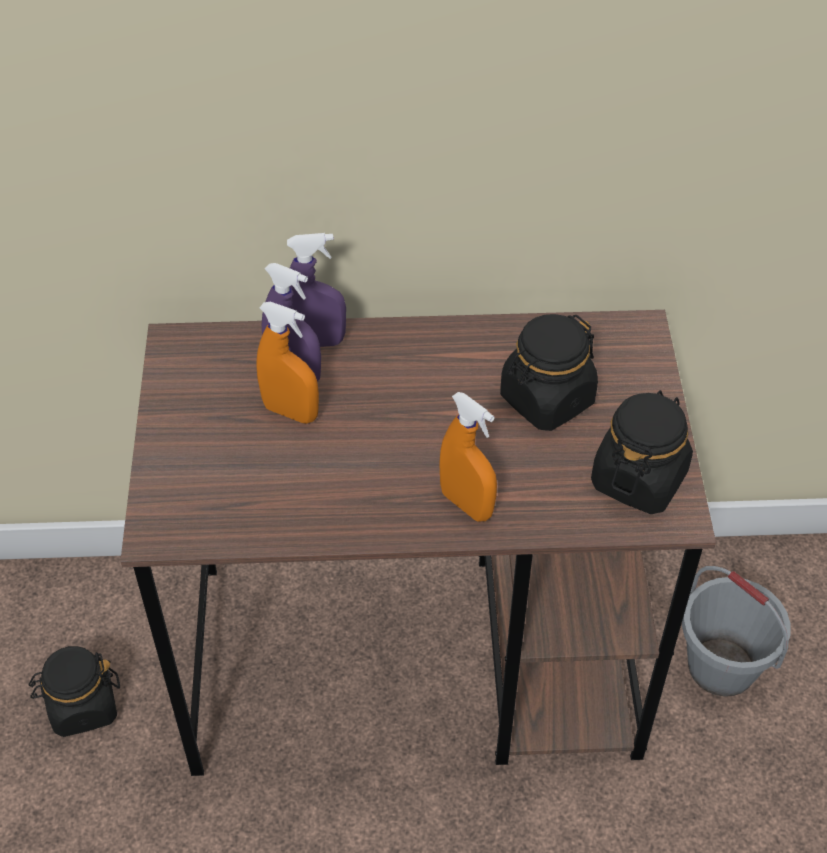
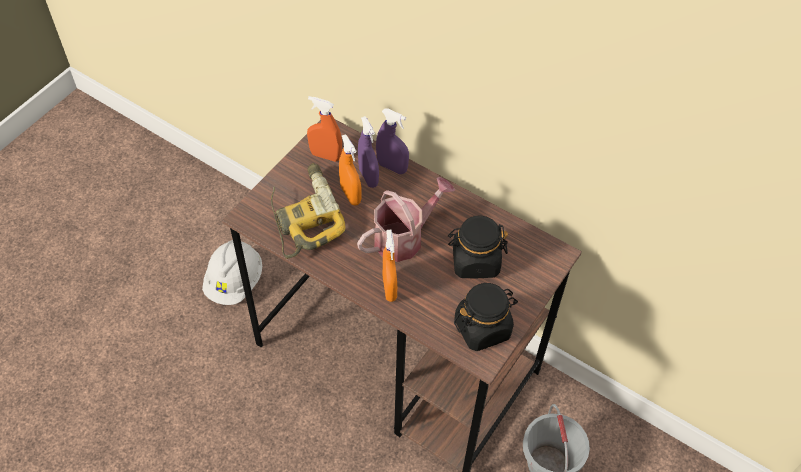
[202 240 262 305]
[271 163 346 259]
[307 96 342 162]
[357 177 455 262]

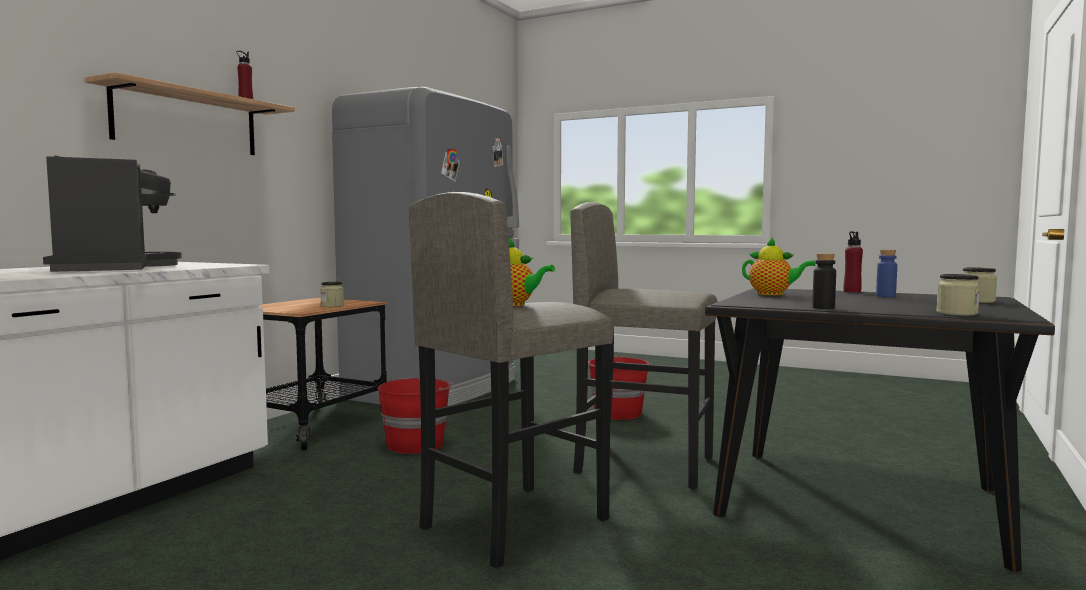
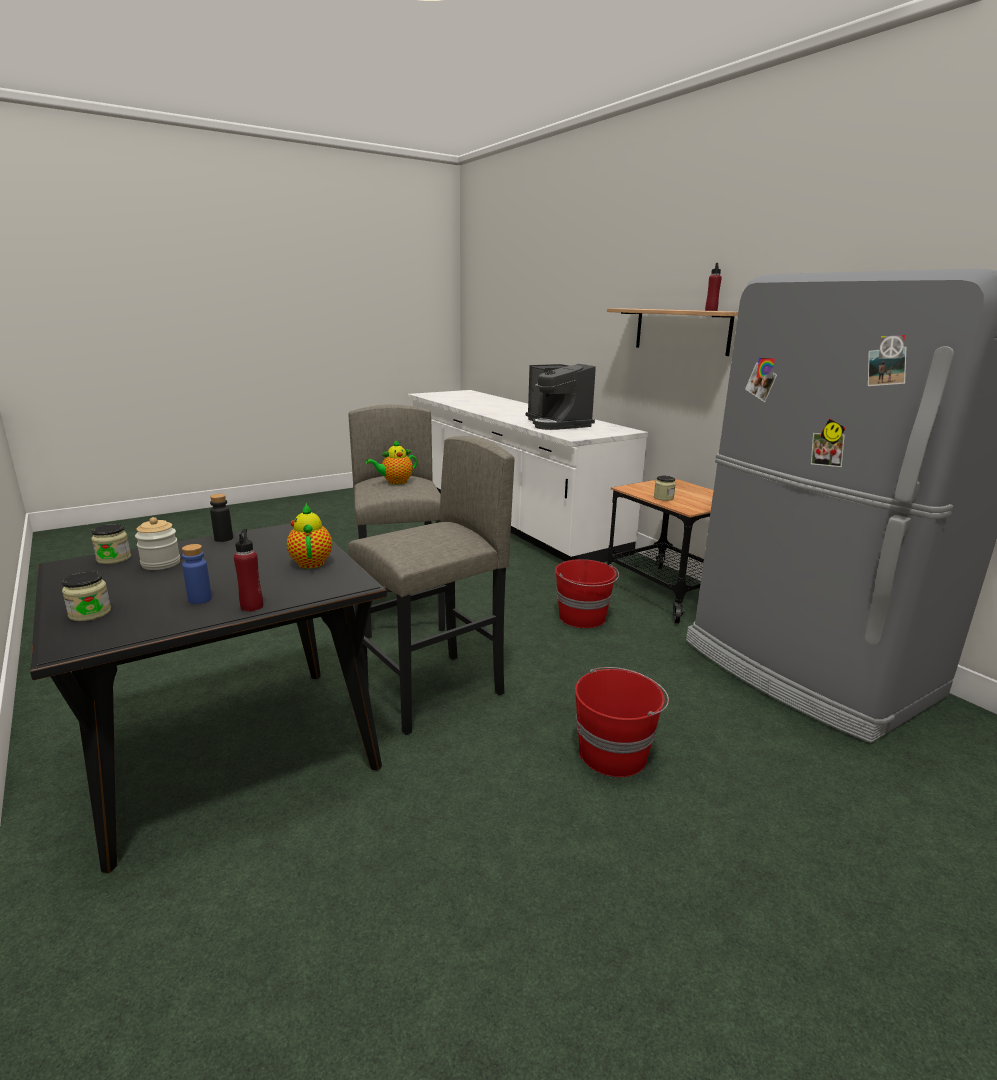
[135 517 180 570]
[287 503 332 569]
[526 364 596 430]

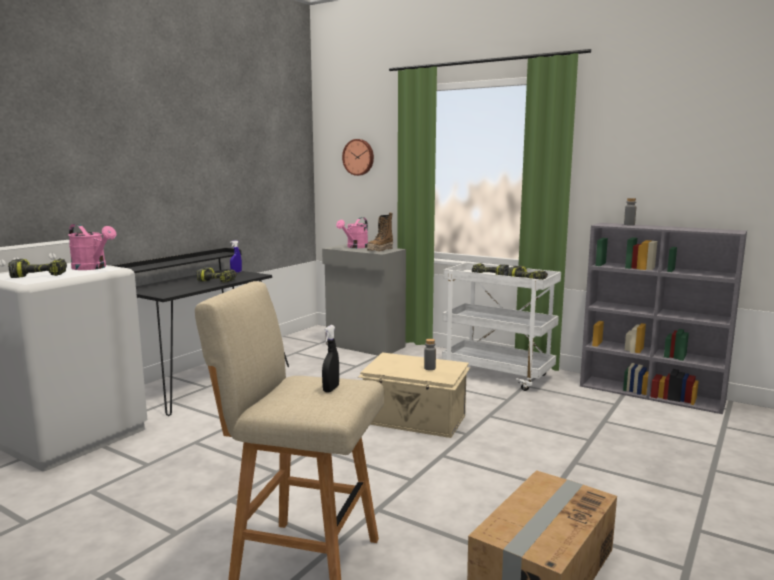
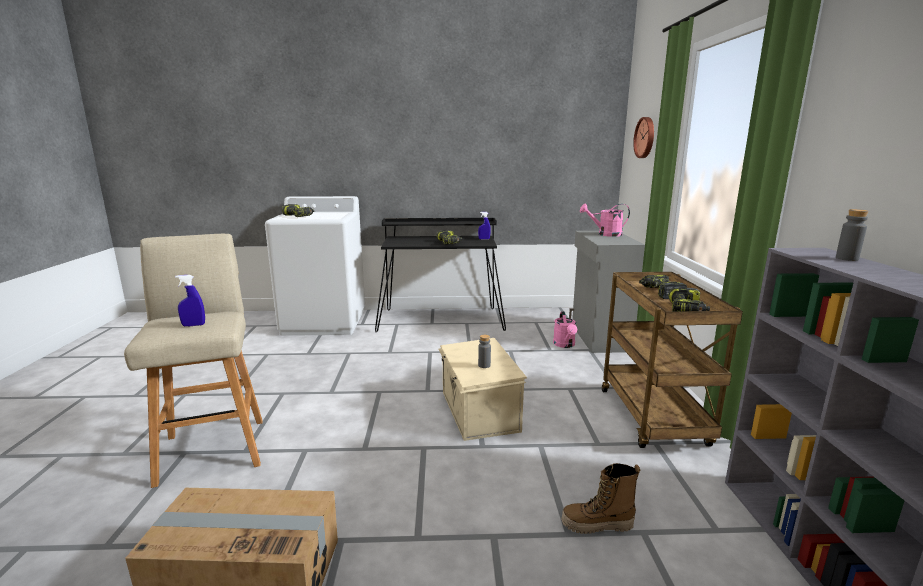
[175 275 205 326]
[553 311 577 348]
[561 463 640 534]
[602 272 743 448]

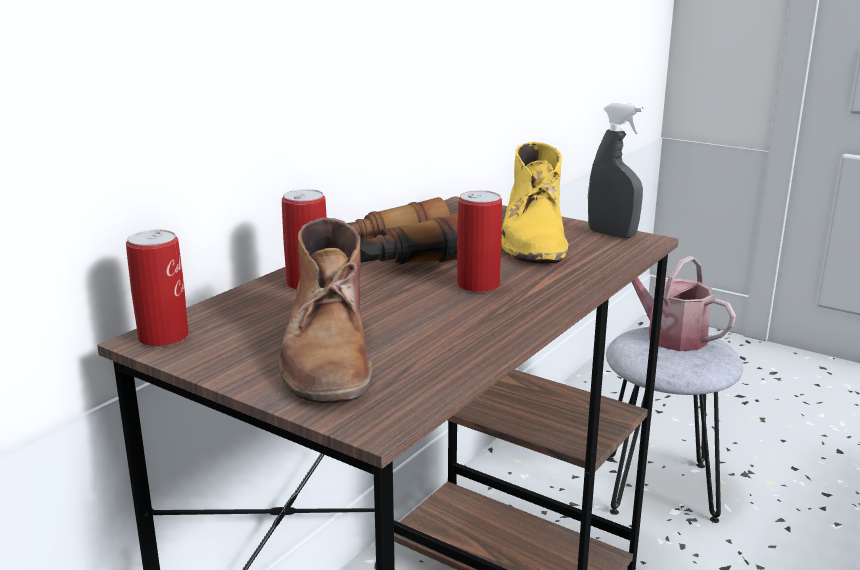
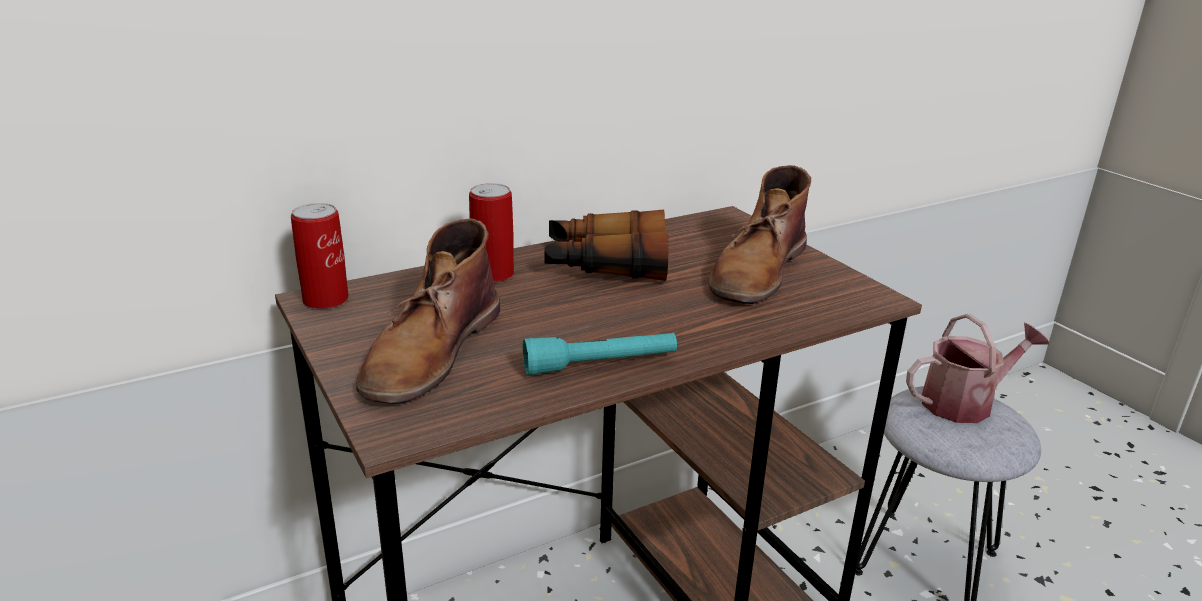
[523 333 677 375]
[709 165 811 304]
[906 313 1049 423]
[457 190 502 293] (first image)
[588 102 644 238] (first image)

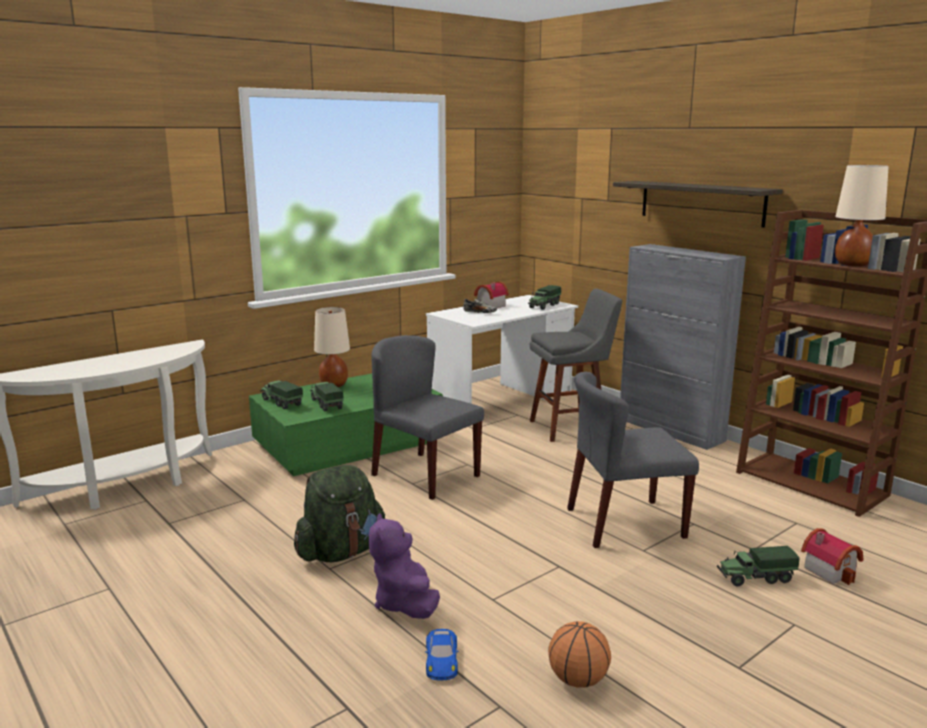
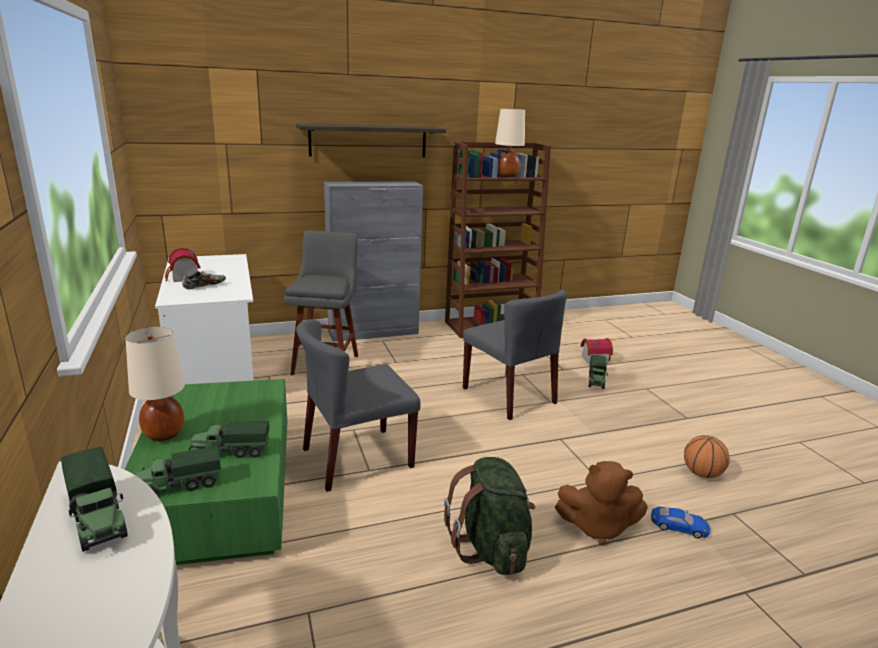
[61 447 128 552]
[463 290 567 420]
[555 461 648 545]

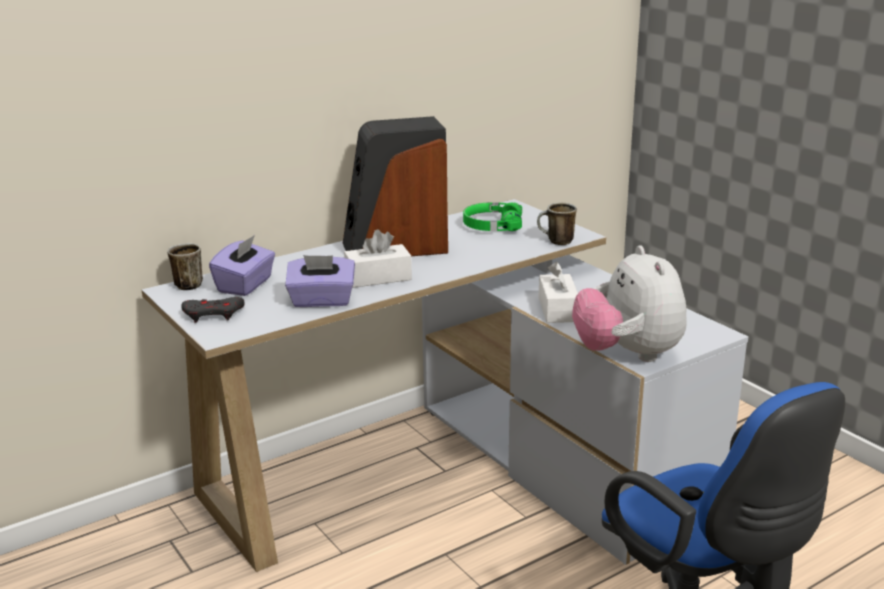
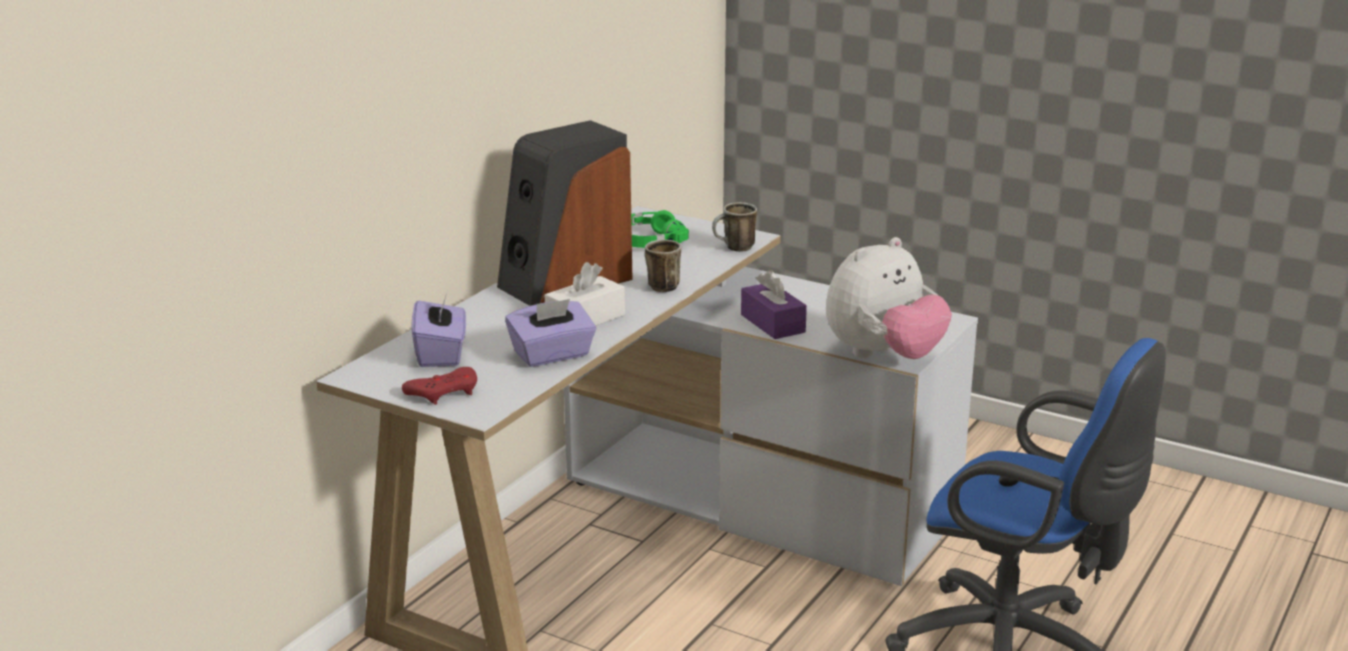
[402 367 477 405]
[645 239 681 292]
[741 270 807 339]
[826 237 952 359]

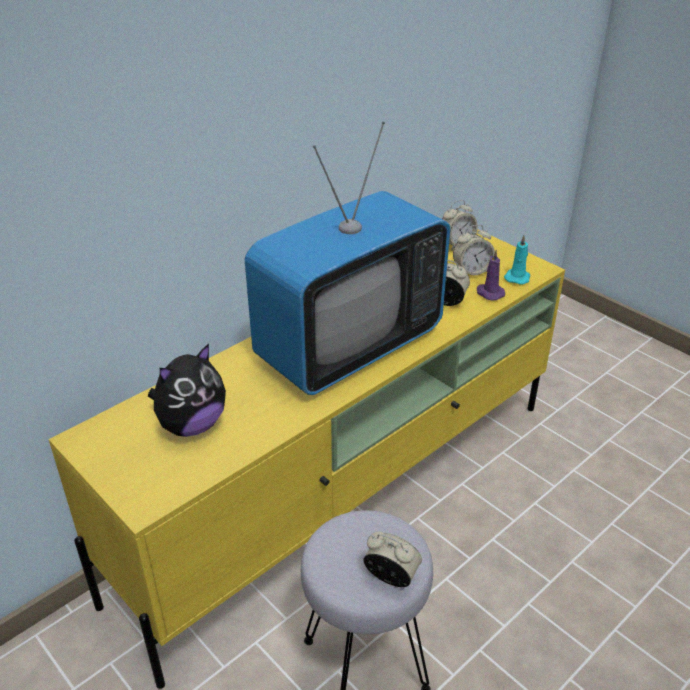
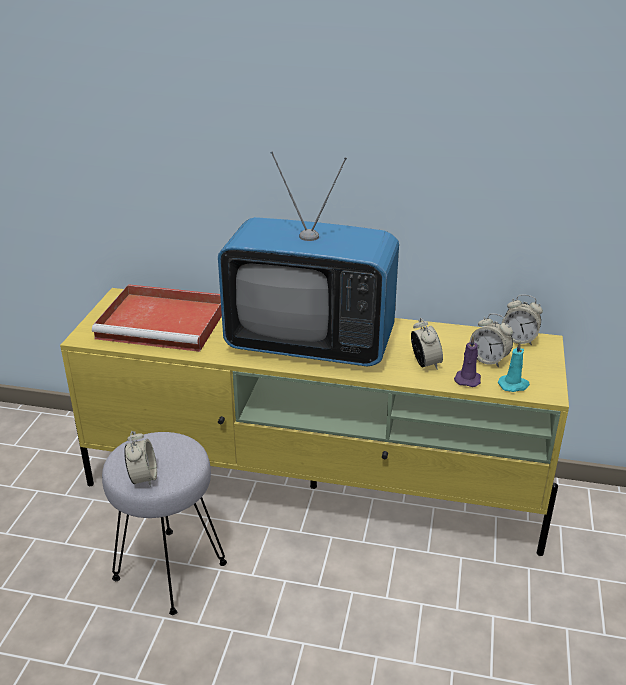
[92 284 222 352]

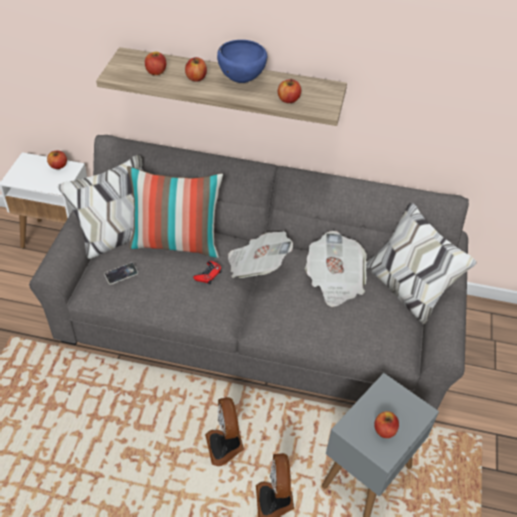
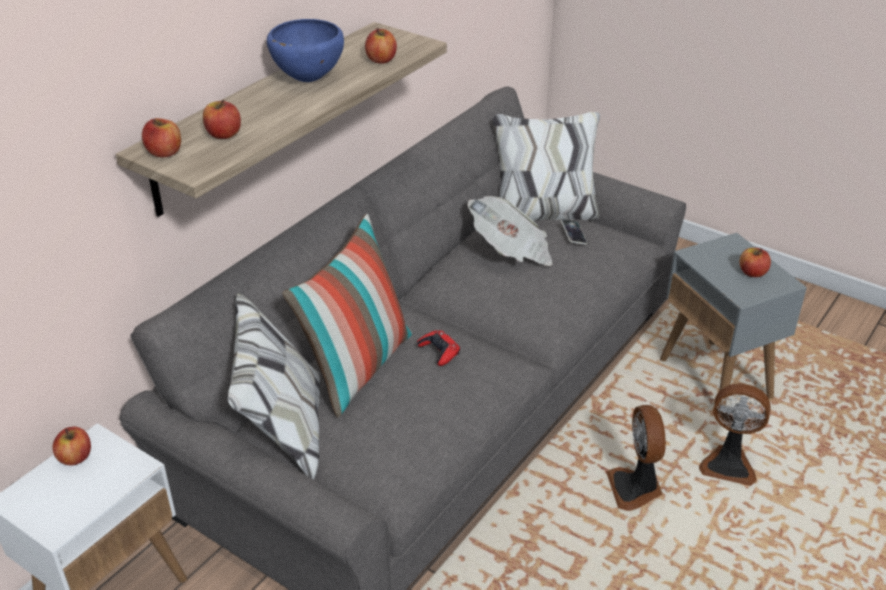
[142 118 181 157]
[561 219 587 245]
[606 405 666 511]
[228 231 293 278] (first image)

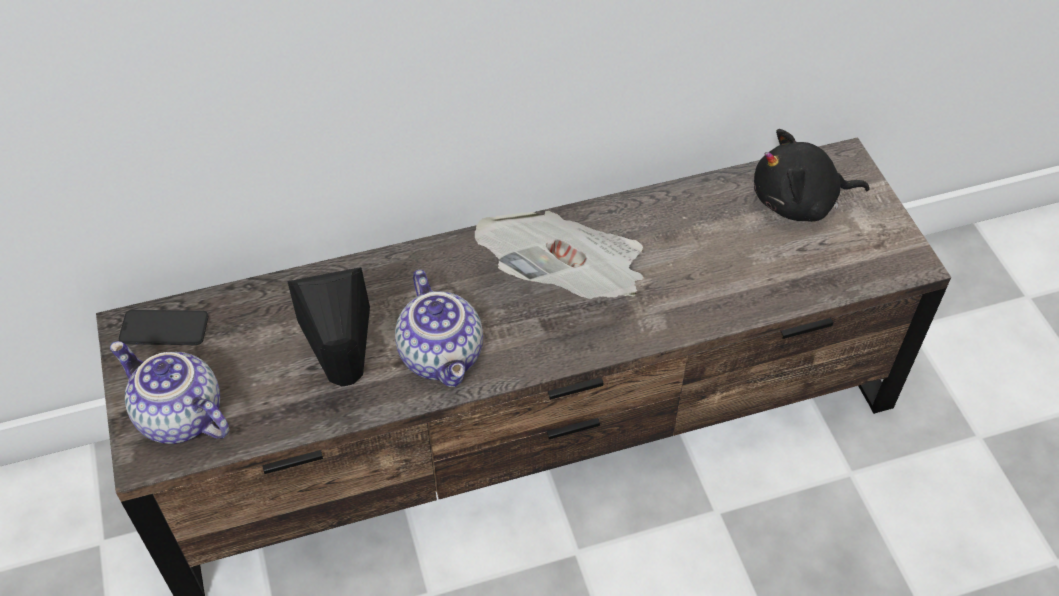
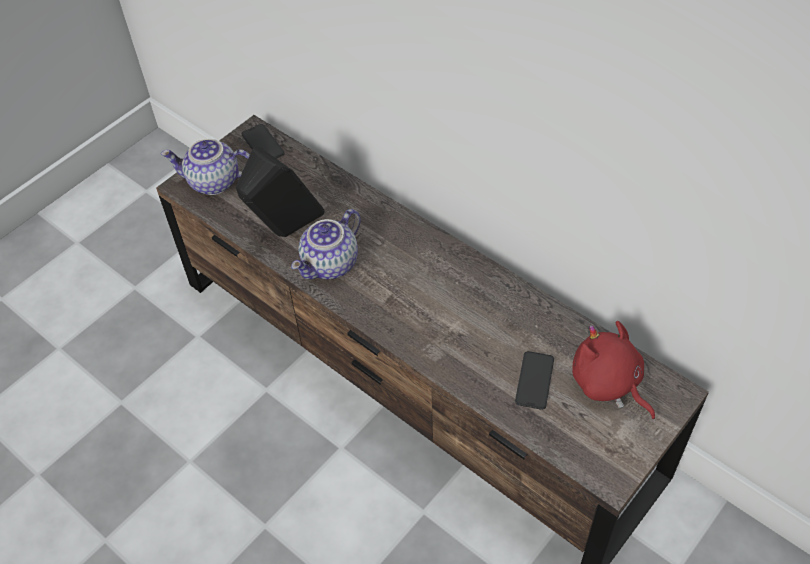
[161 139 250 195]
[515 351 554 410]
[572 321 655 419]
[475 211 644 299] (first image)

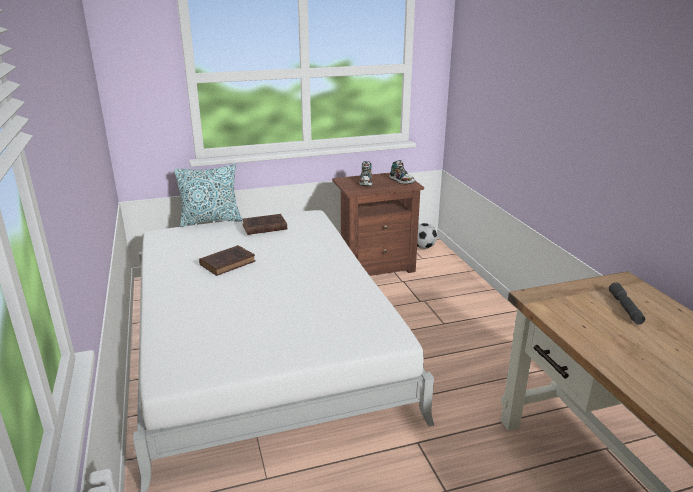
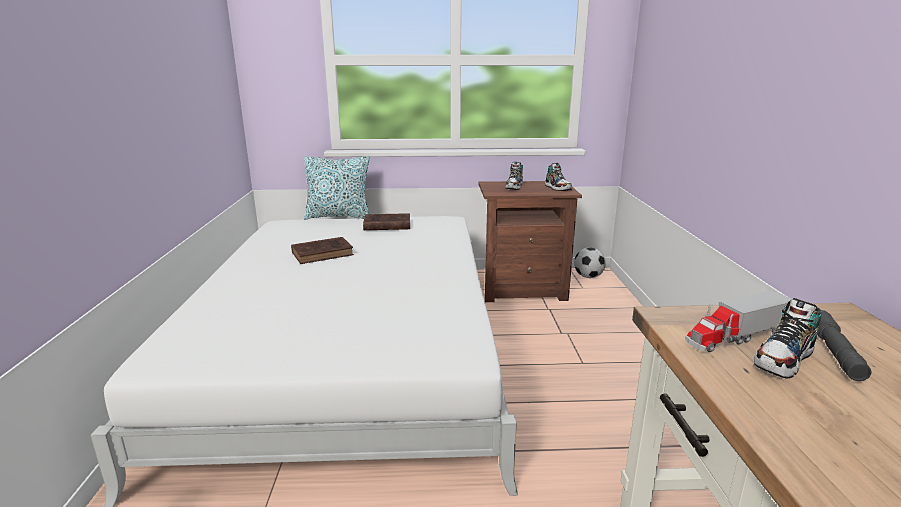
[685 290 792 352]
[754 298 822 378]

